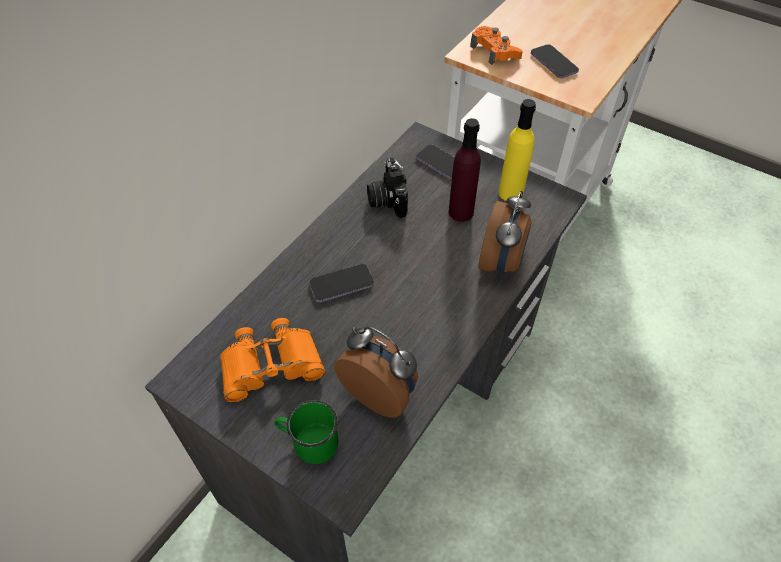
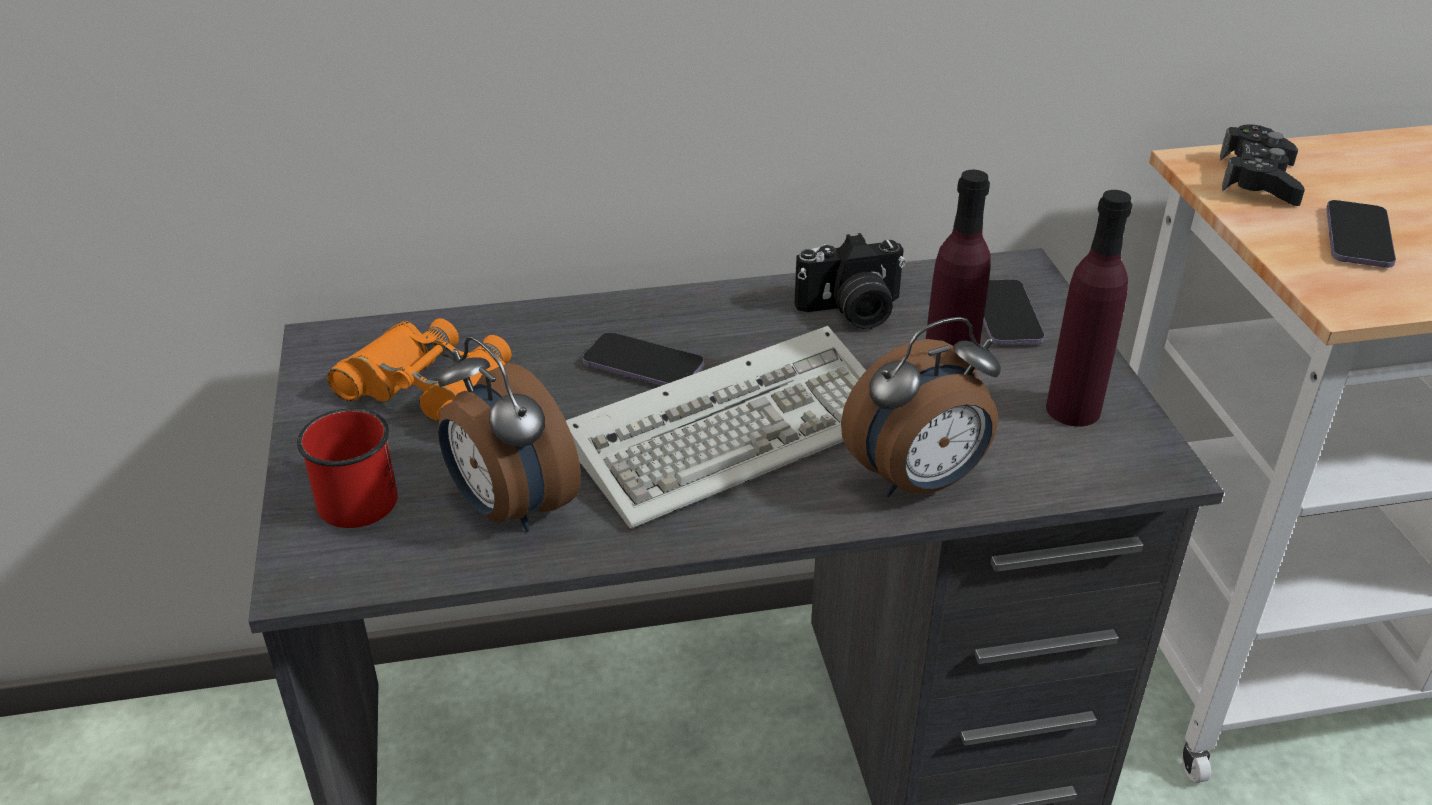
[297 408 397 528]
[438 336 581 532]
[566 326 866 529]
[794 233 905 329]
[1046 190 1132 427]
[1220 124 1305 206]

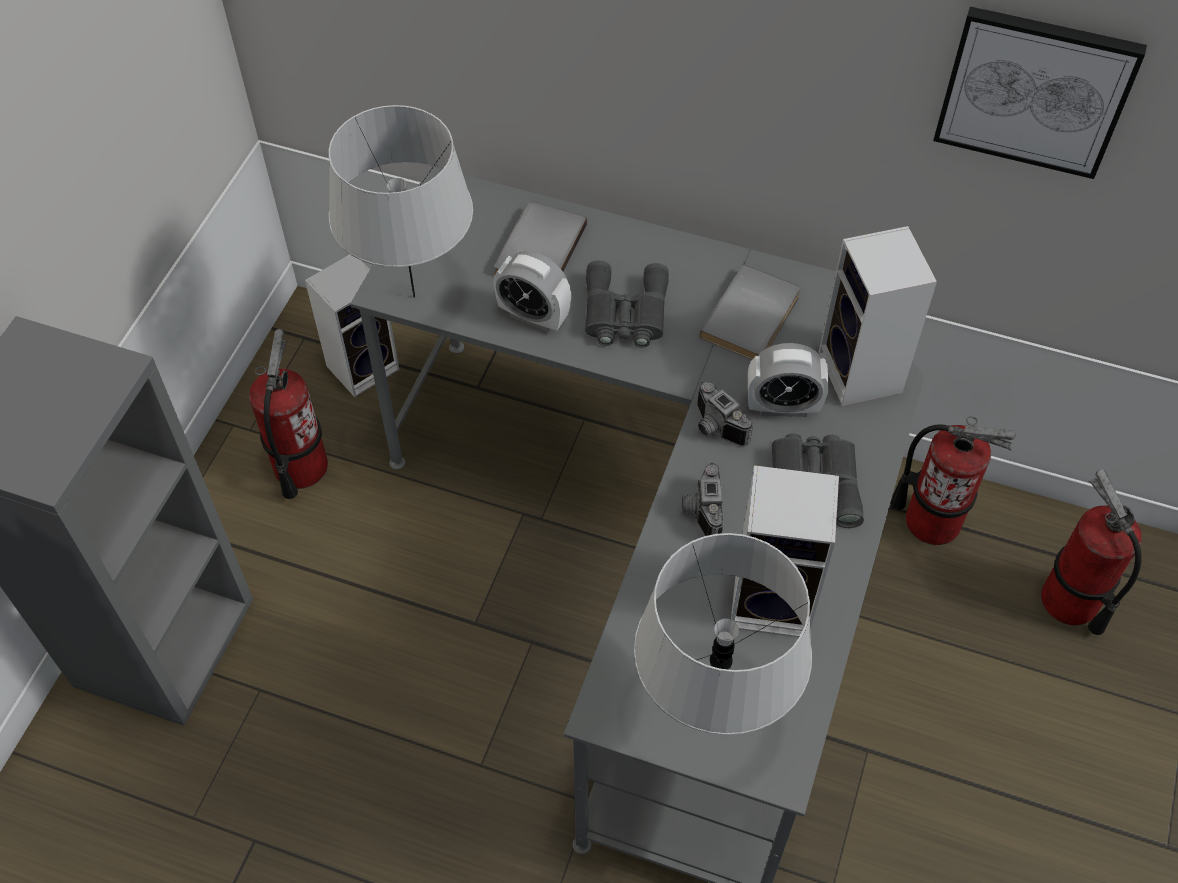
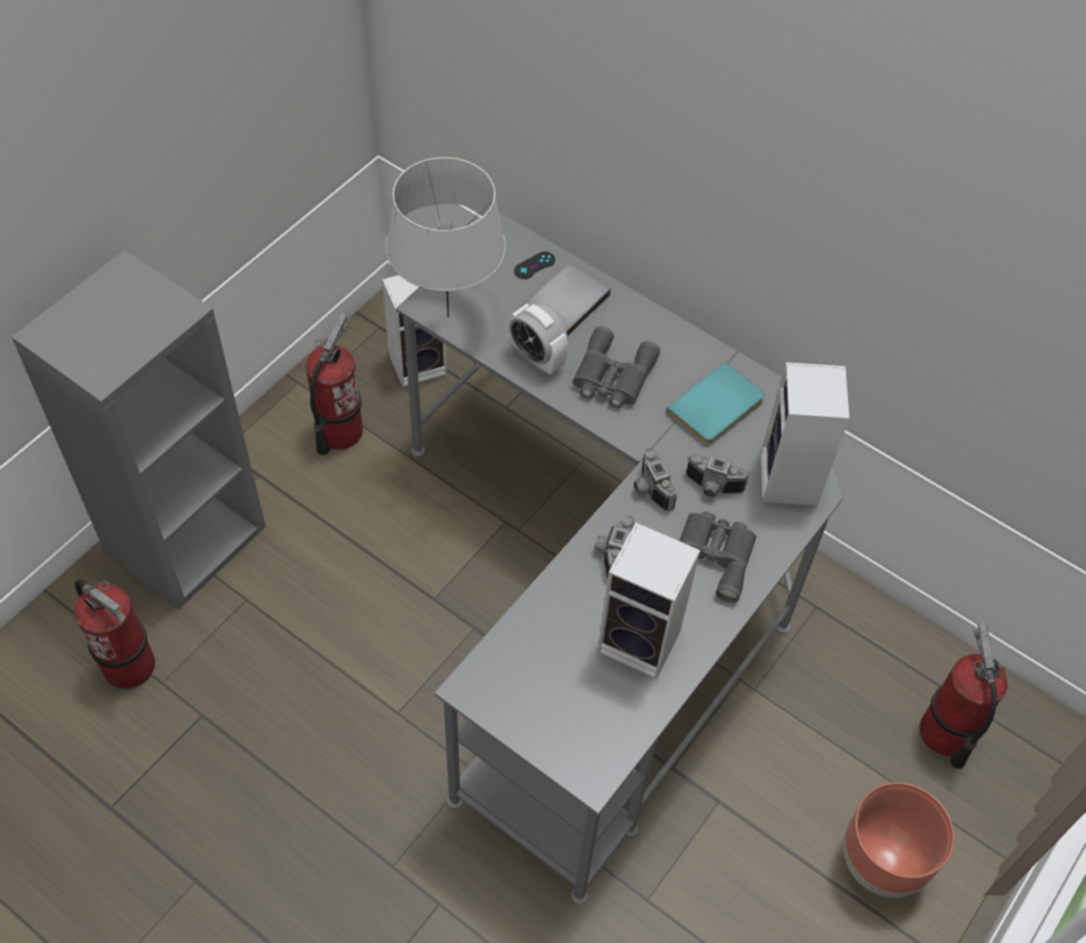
[74 579 155 689]
[514 251 555 279]
[666 362 765 446]
[686 454 749 497]
[844 783 954 897]
[634 533 812 735] (first image)
[933 6 1147 179] (first image)

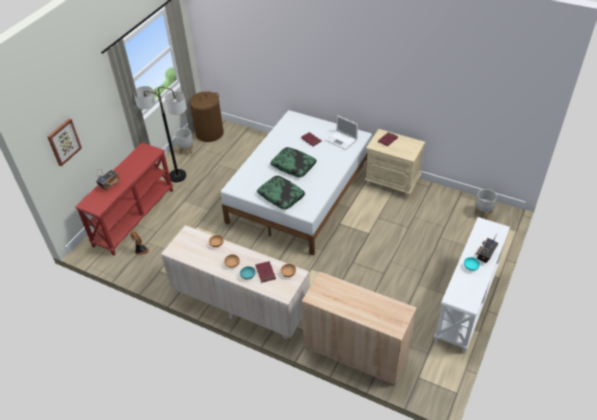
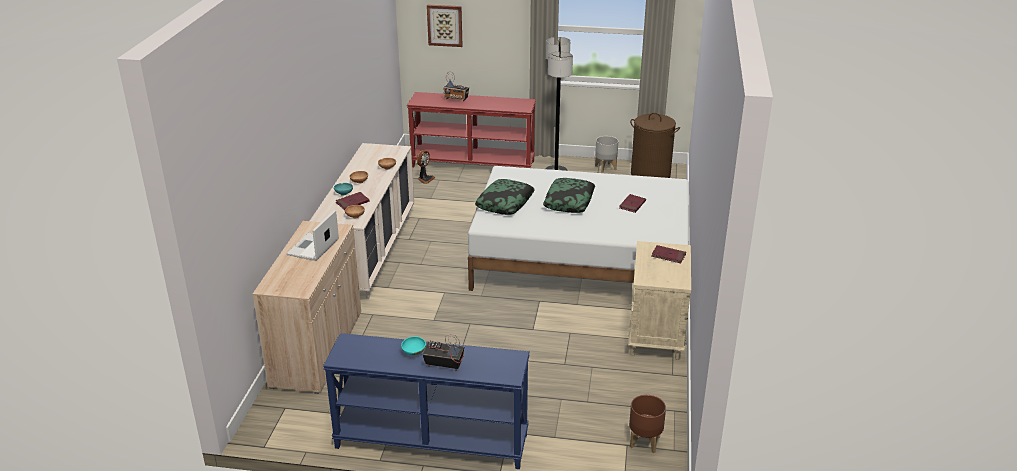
[286 210 339 261]
[323 333 529 469]
[629 395 666 453]

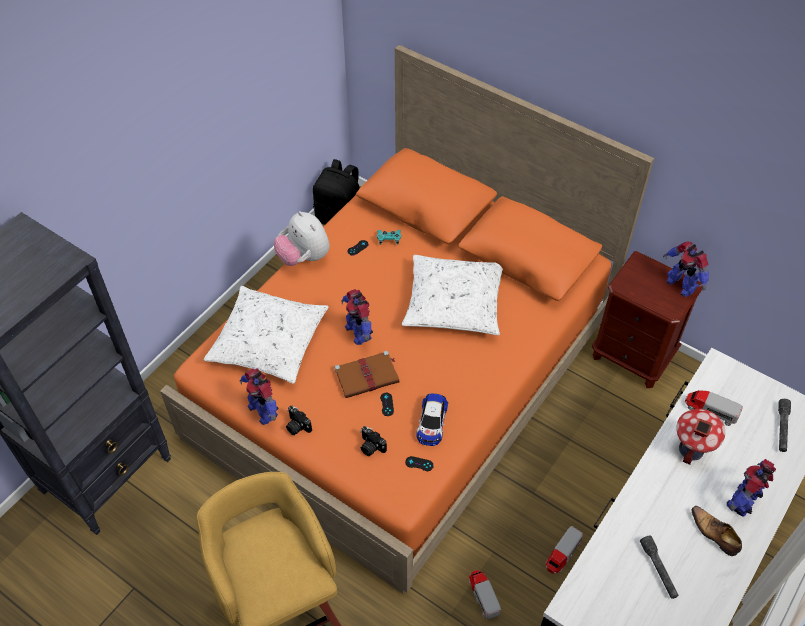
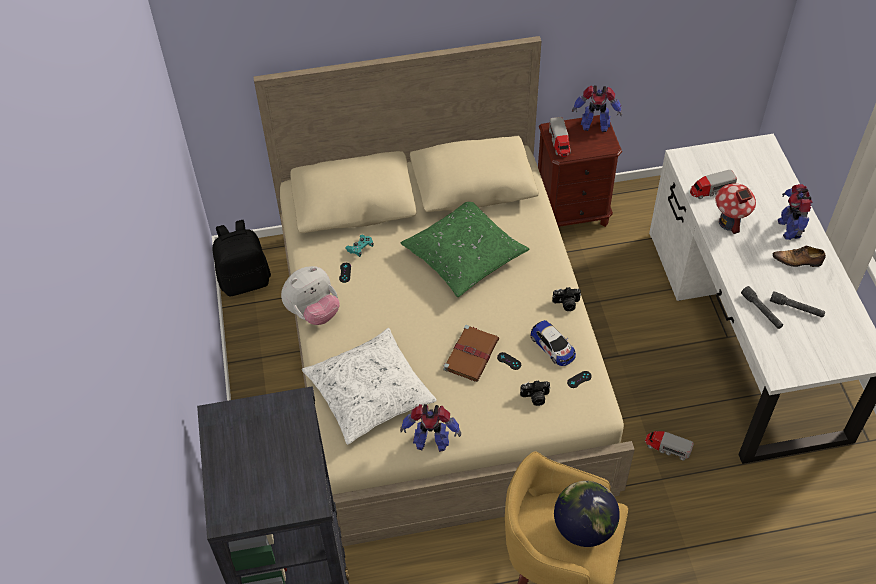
[253 36 635 546]
[281 266 340 325]
[401 202 530 297]
[549 117 571 157]
[552 287 581 311]
[554 481 620 547]
[741 286 783 329]
[341 289 373 345] (first image)

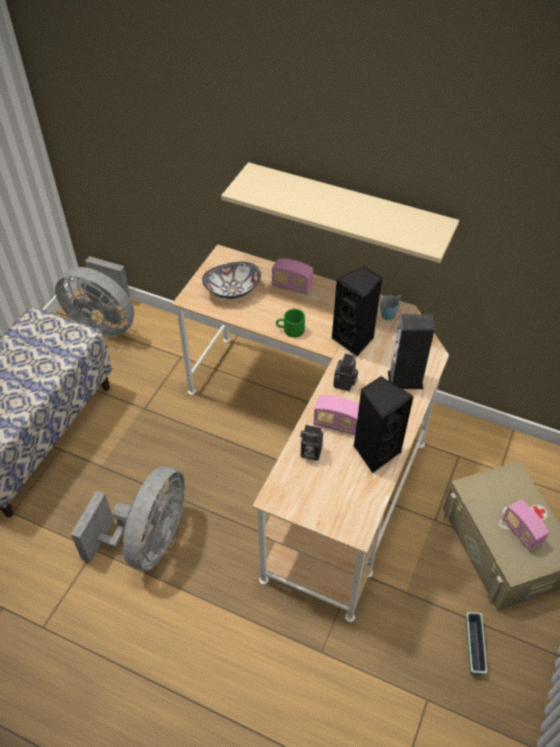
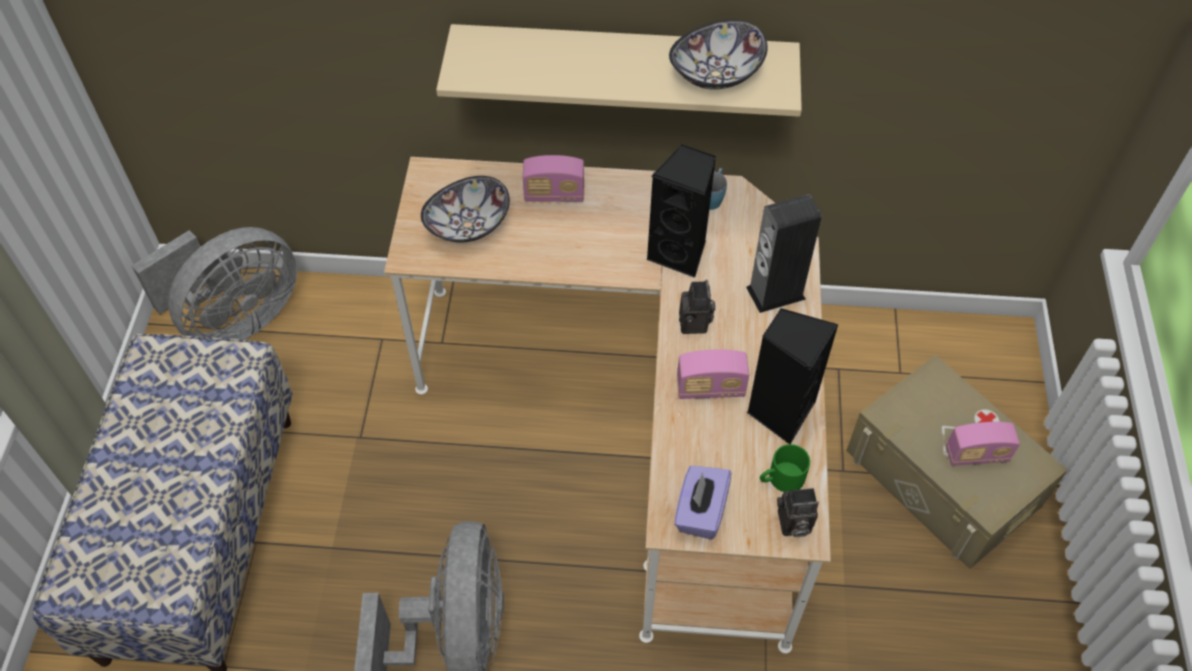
[132 227 297 340]
[669 20 768 90]
[674 465 731 540]
[760 444 810 492]
[777 488 819 537]
[946 422 1020 466]
[466 612 487 675] (first image)

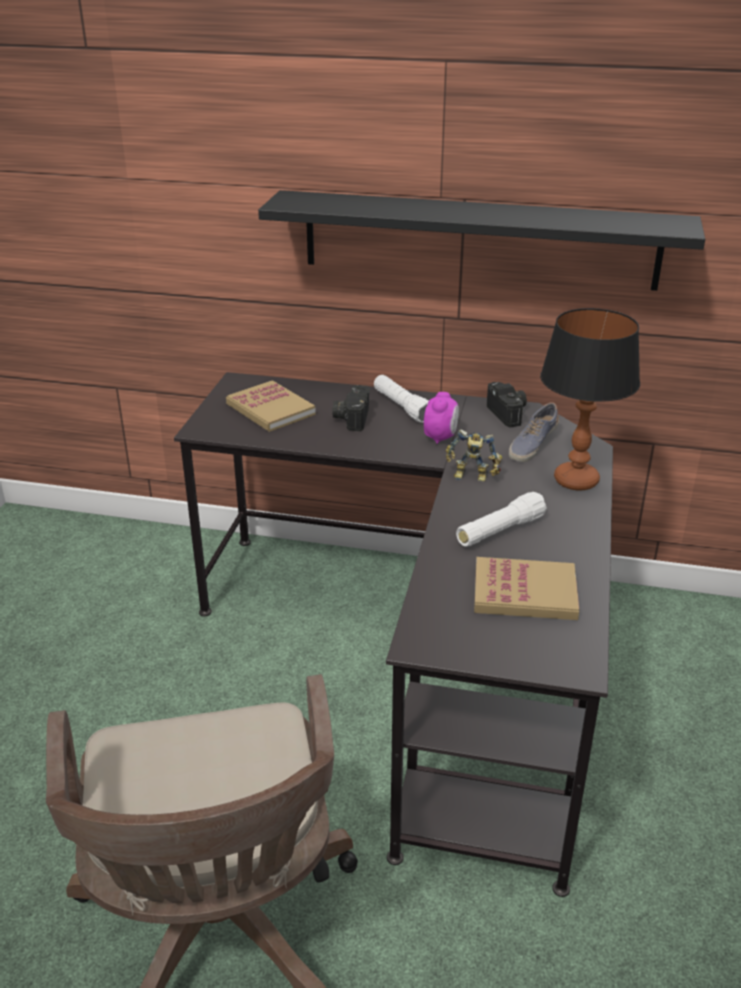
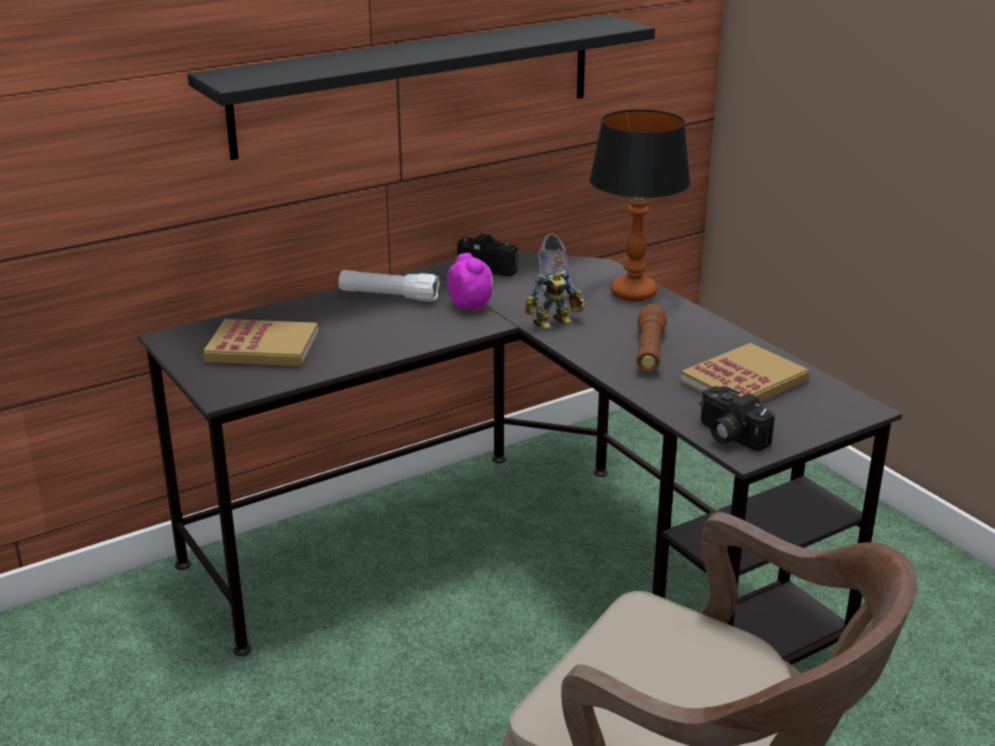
[636 304 667 372]
[700 386 775 451]

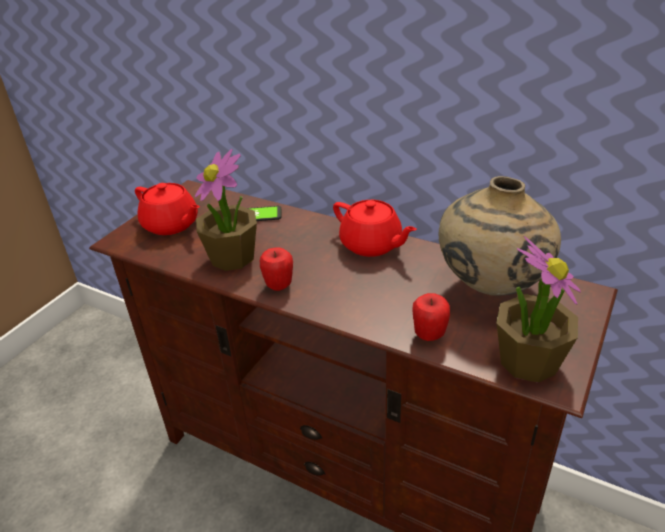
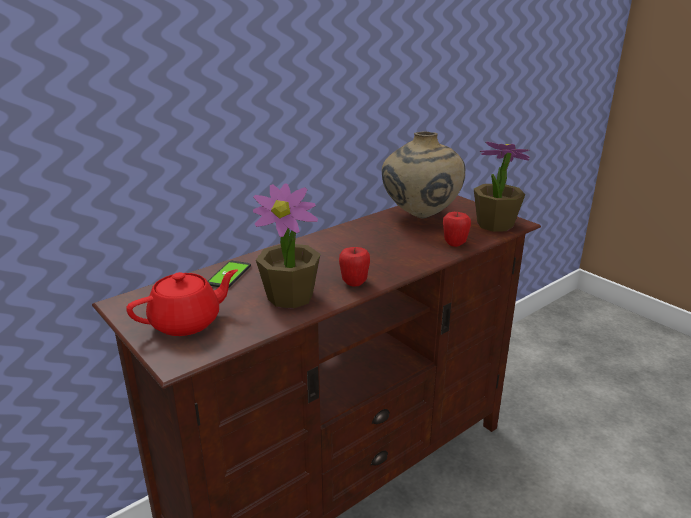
[333 200 417 257] (first image)

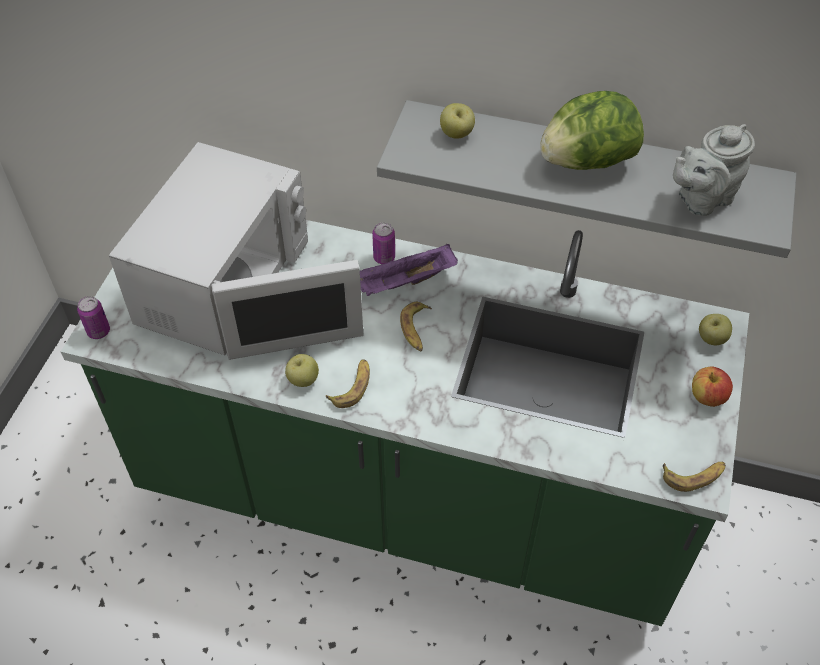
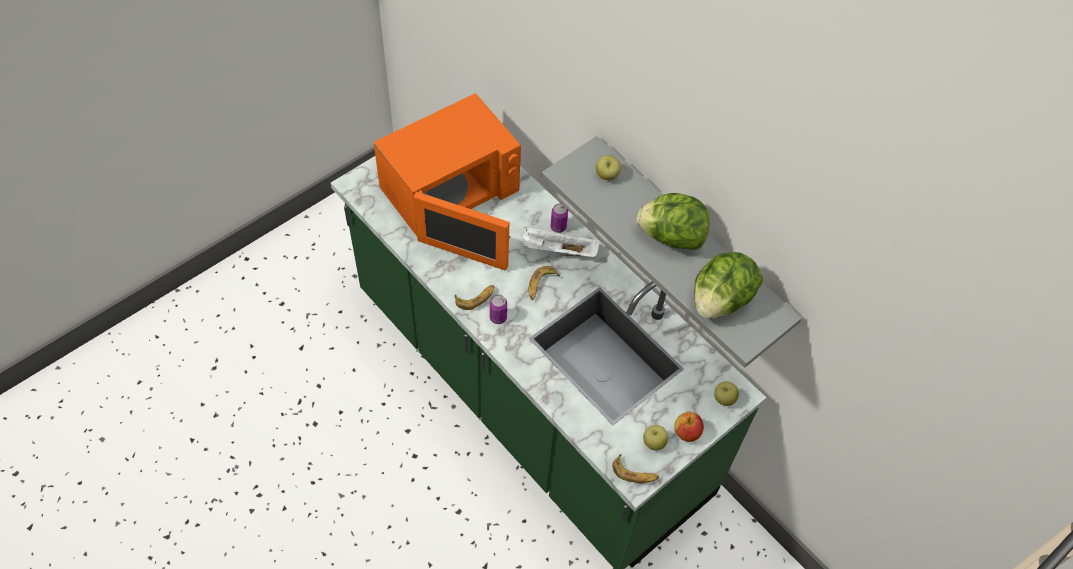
[374 93 521 271]
[490 295 507 324]
[523 226 599 257]
[643 425 668 451]
[694 252 763 319]

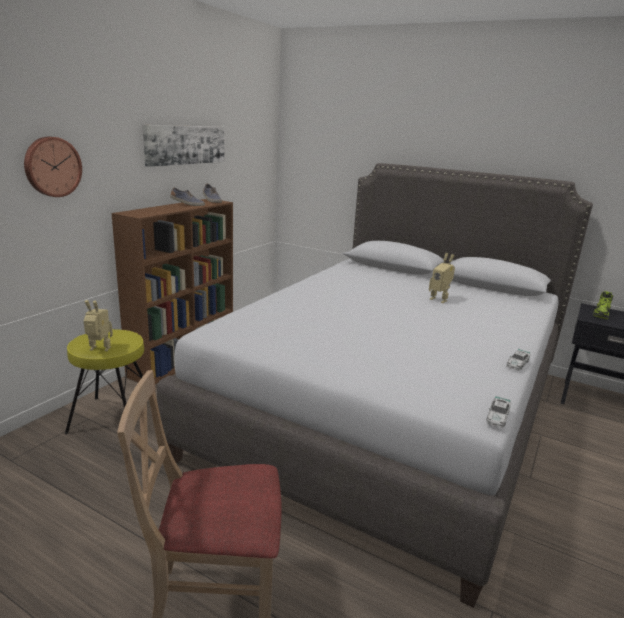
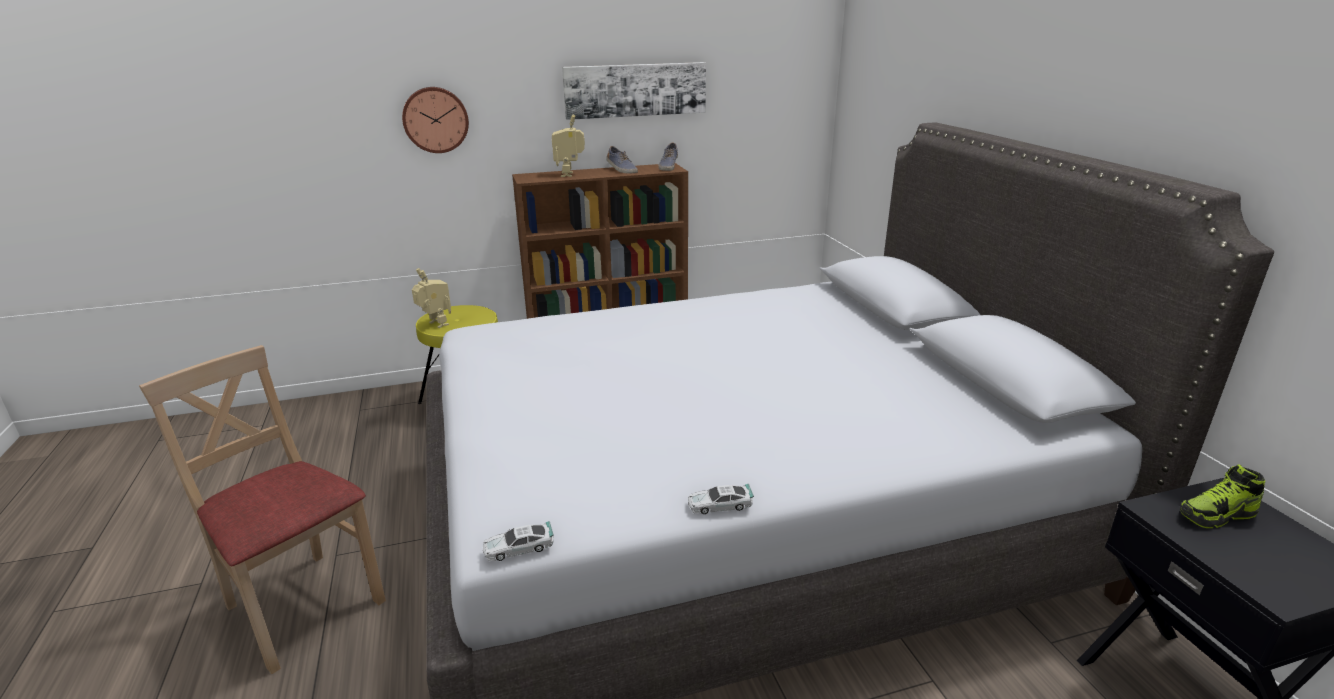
[552 114 585 177]

